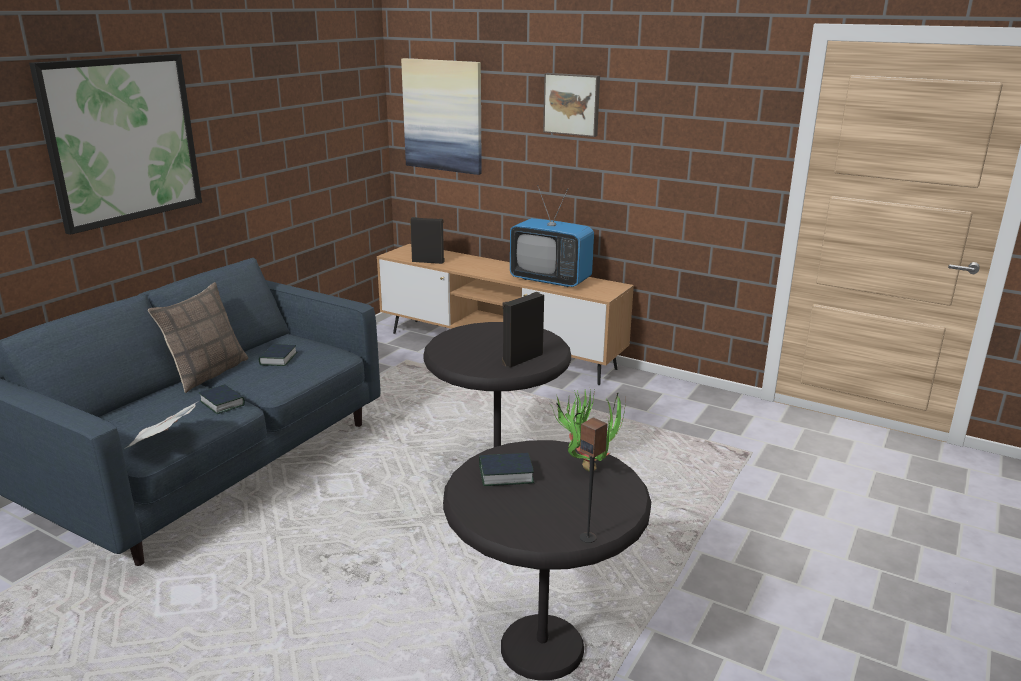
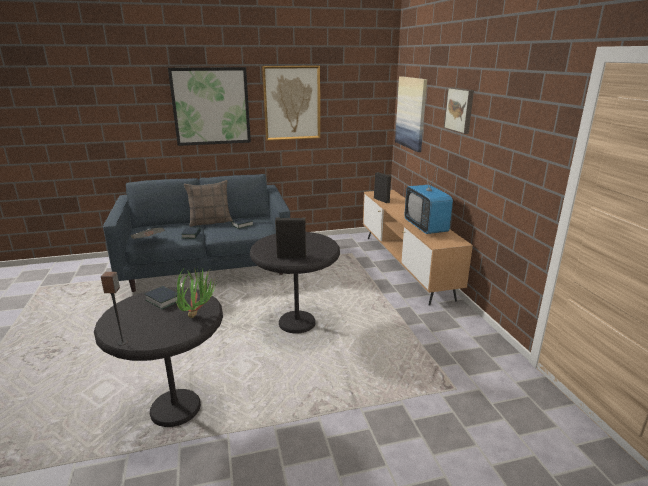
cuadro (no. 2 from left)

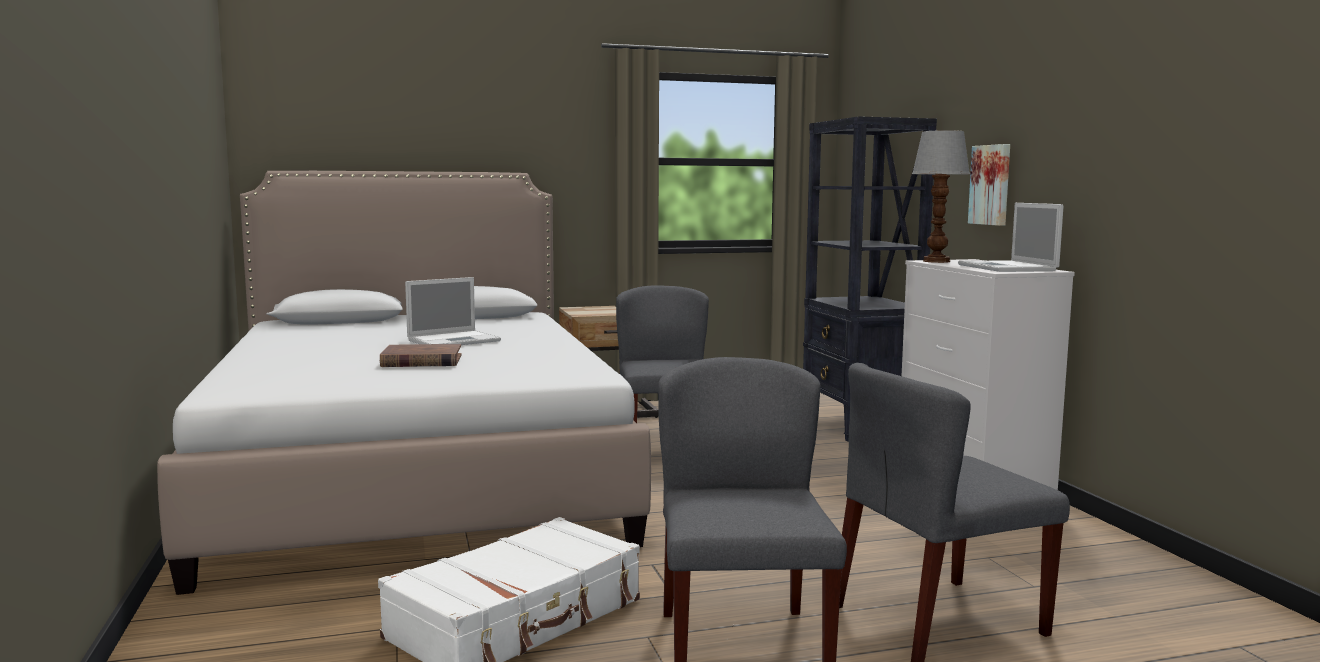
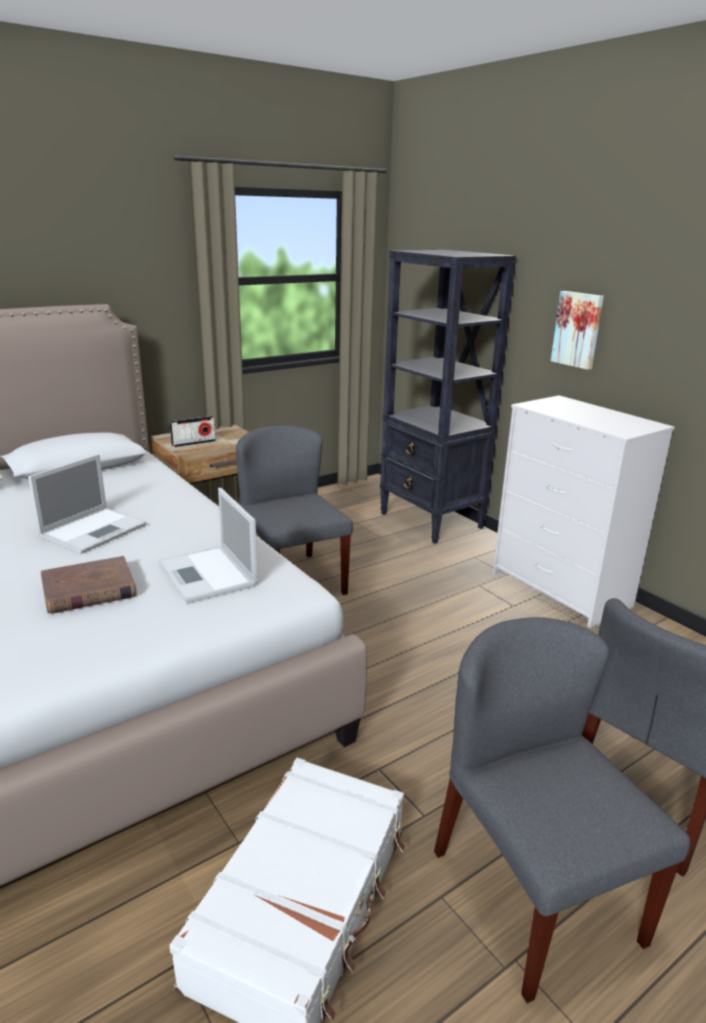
lámpara de mesa; portátil (no. 2 from left); radio

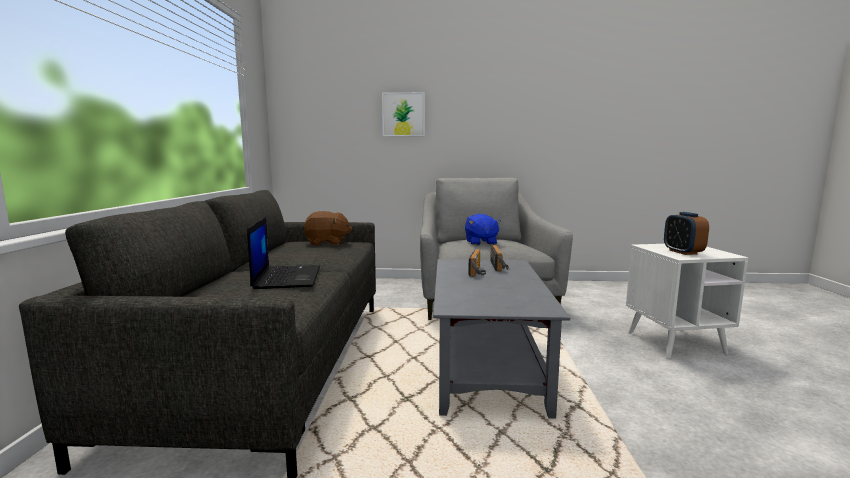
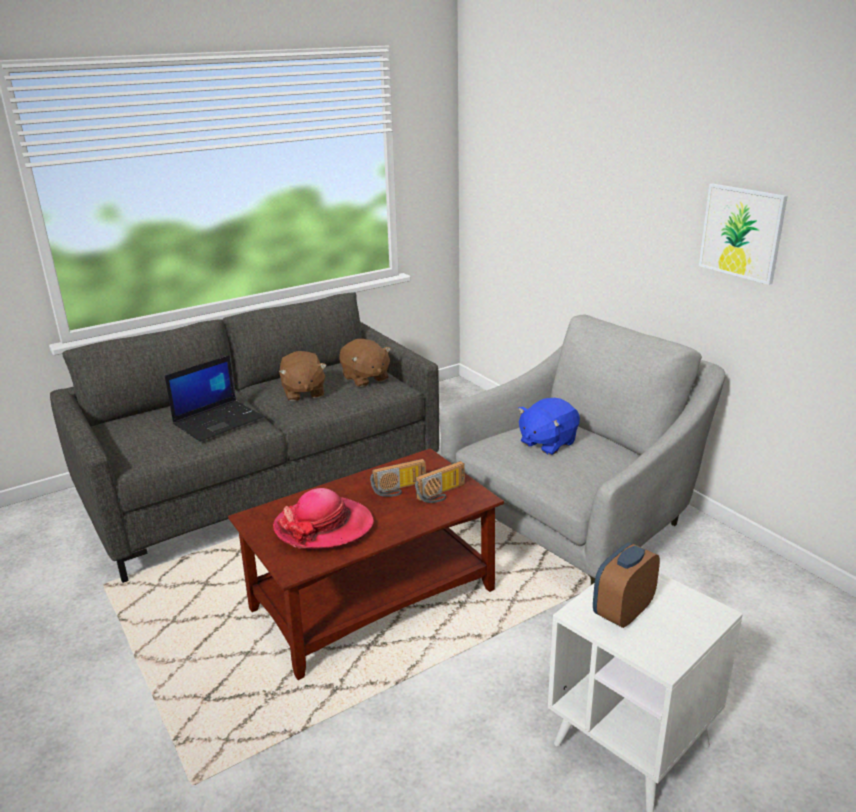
cuadro; mesa de centro/marrón; sombrero; peluche/marrón (no. 1 from left)

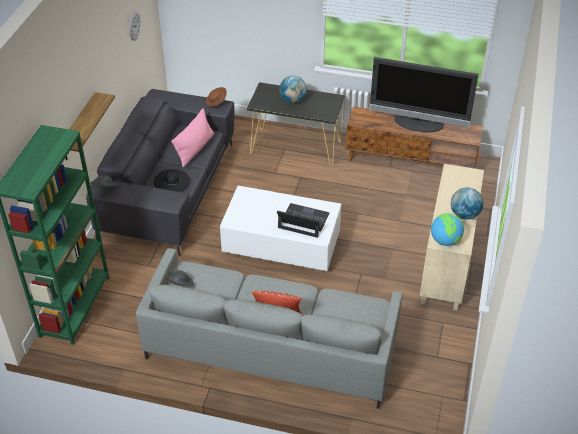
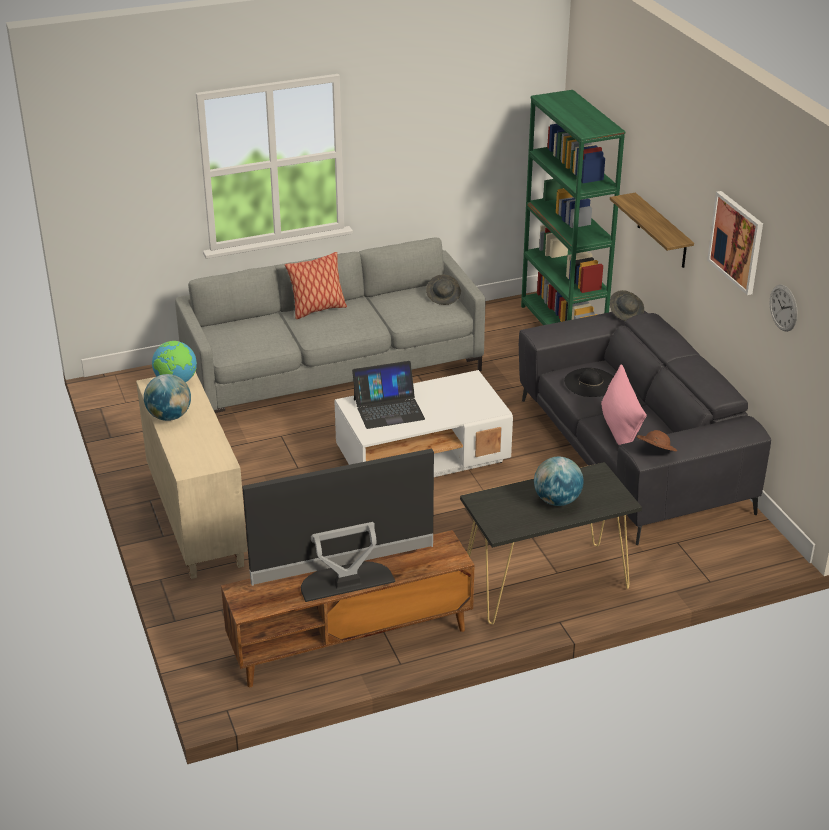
cuadro

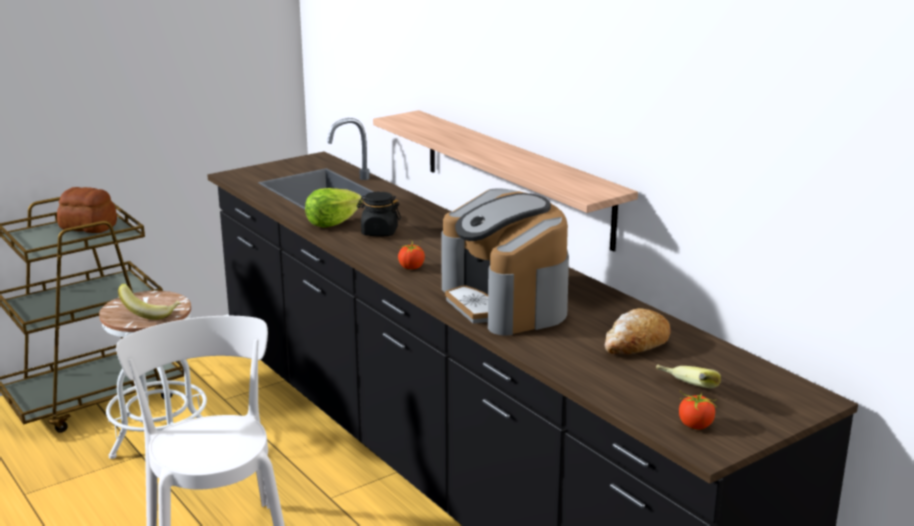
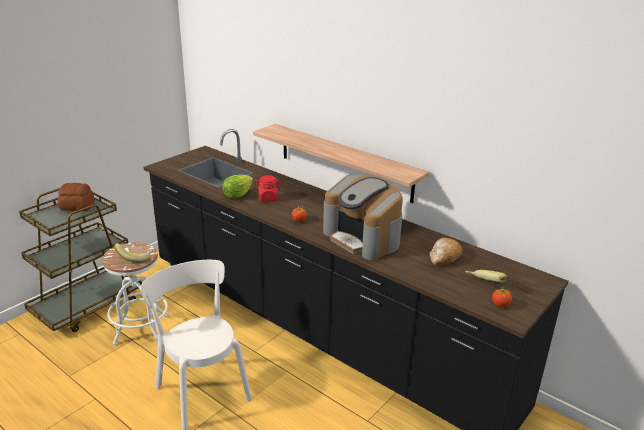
tarro/rojo

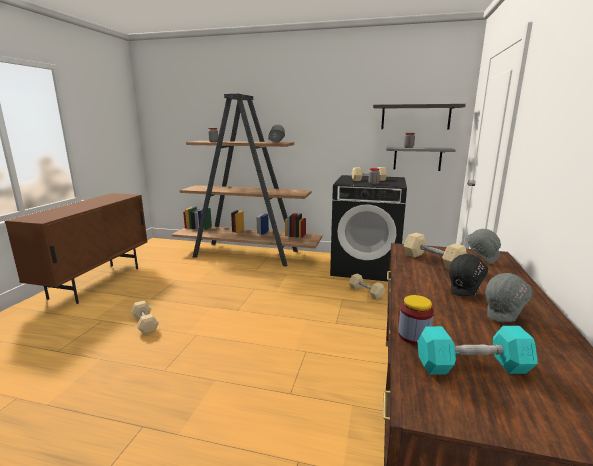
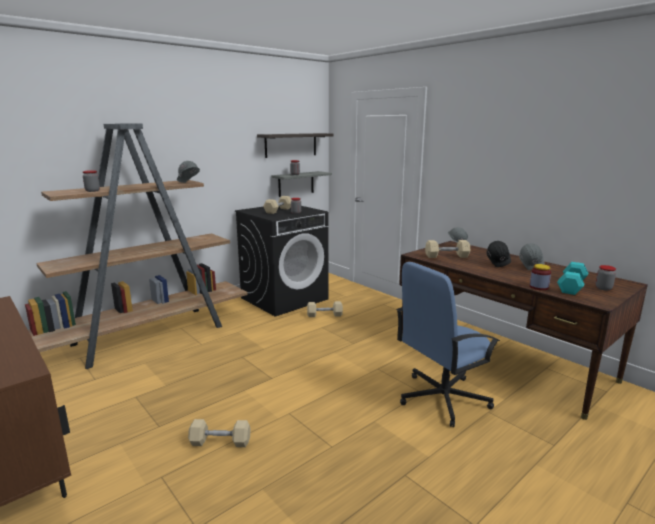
silla de oficina/azul; tarro (no. 5 from left)

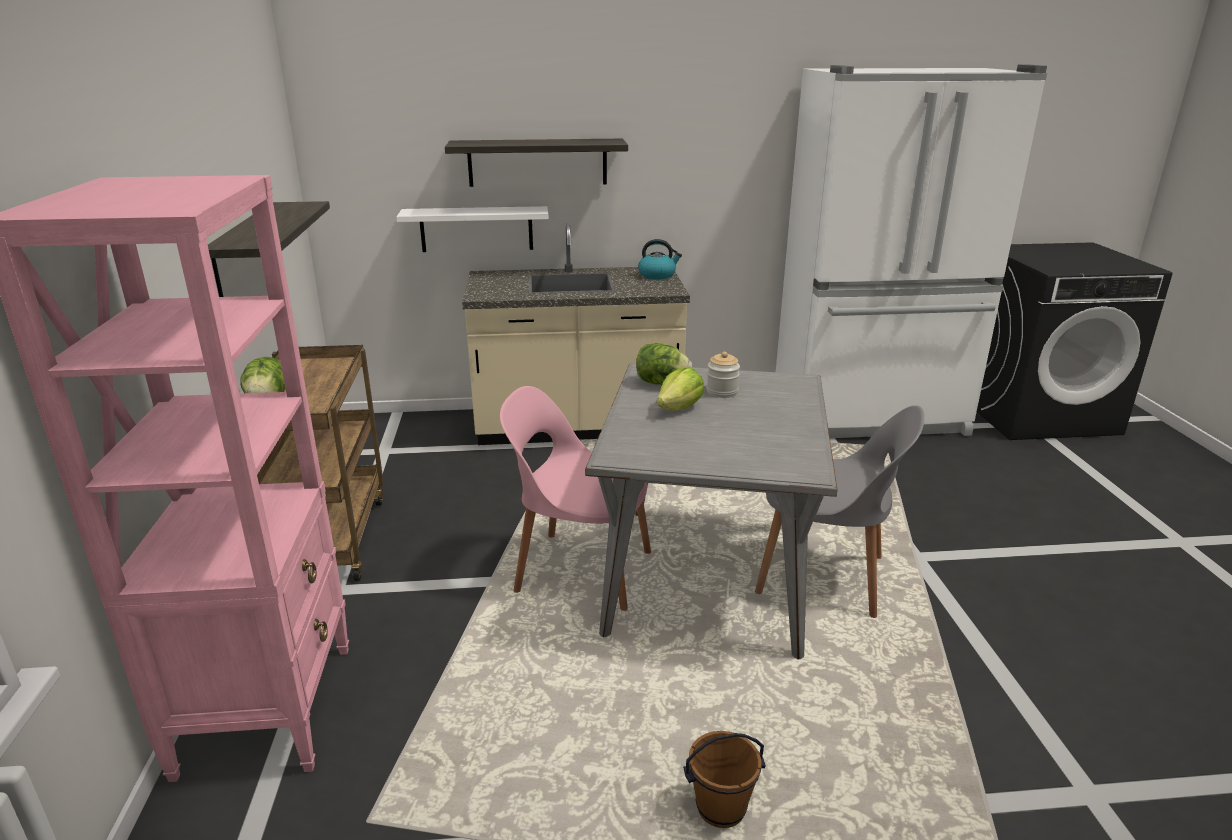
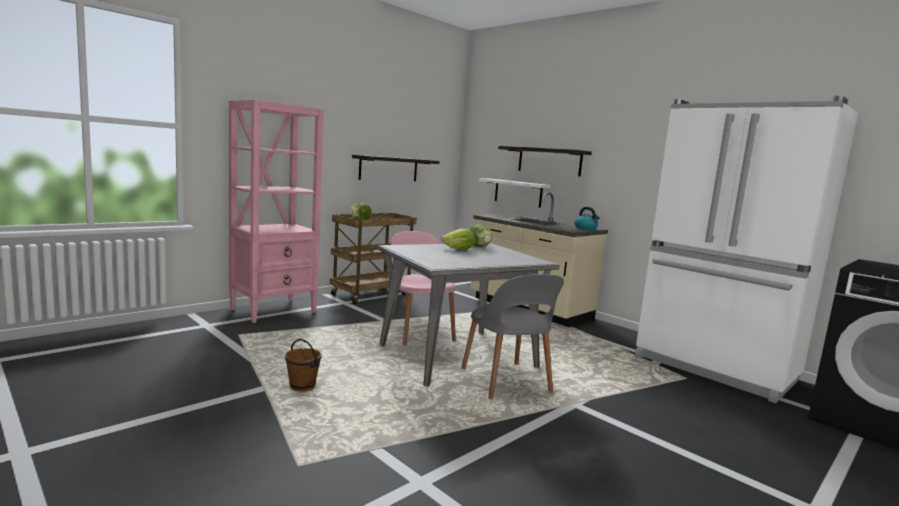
tarro

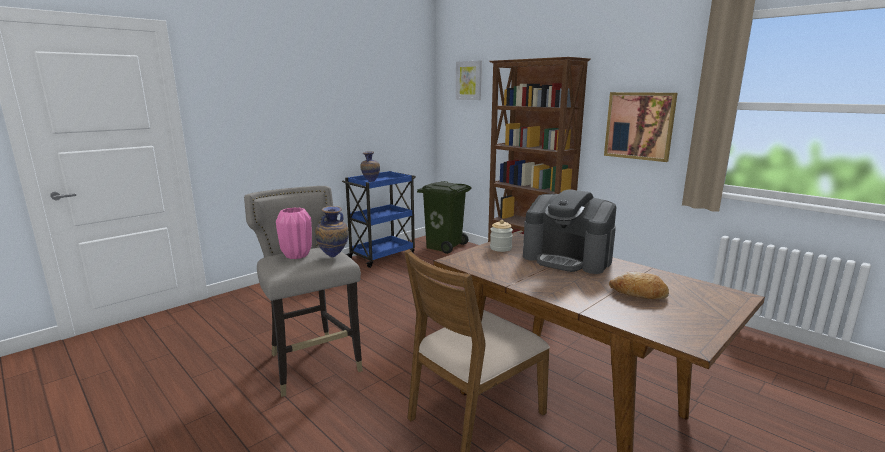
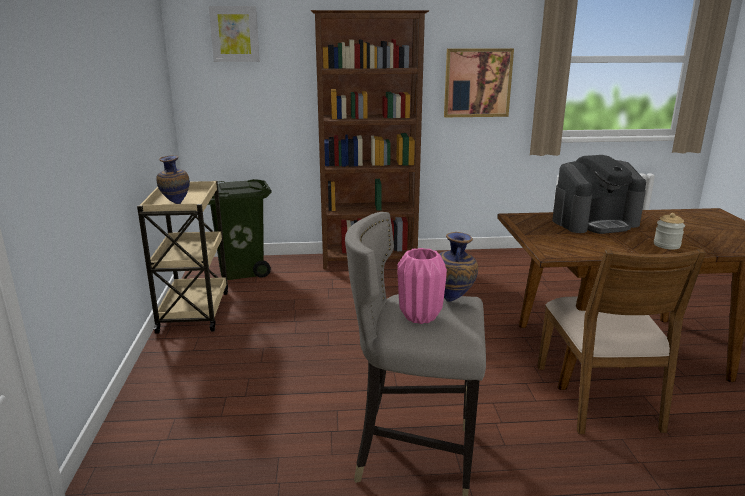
carrito/beis; tarro; pan

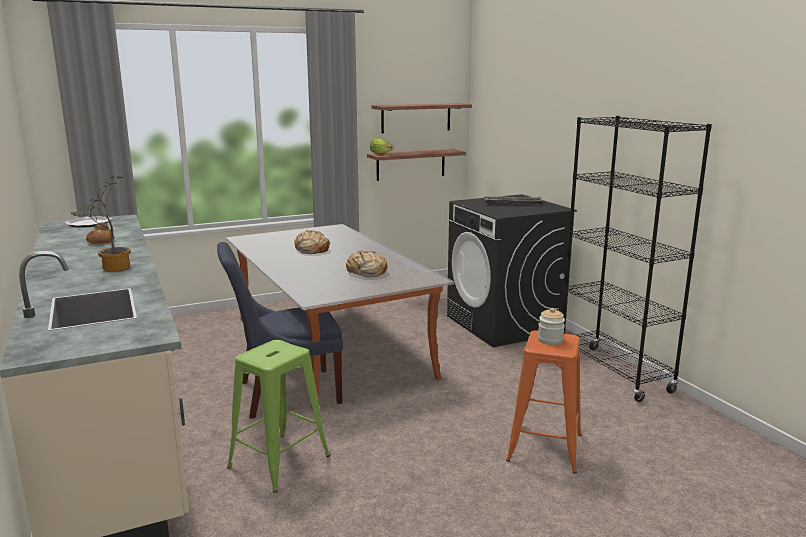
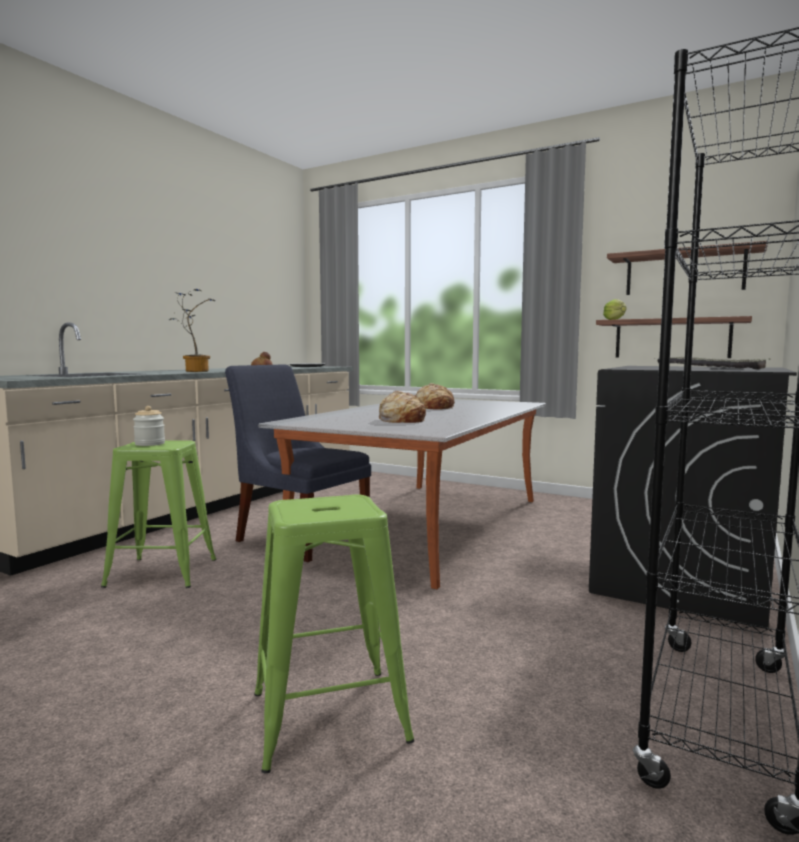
taburete/verde (no. 2 from left); tarro

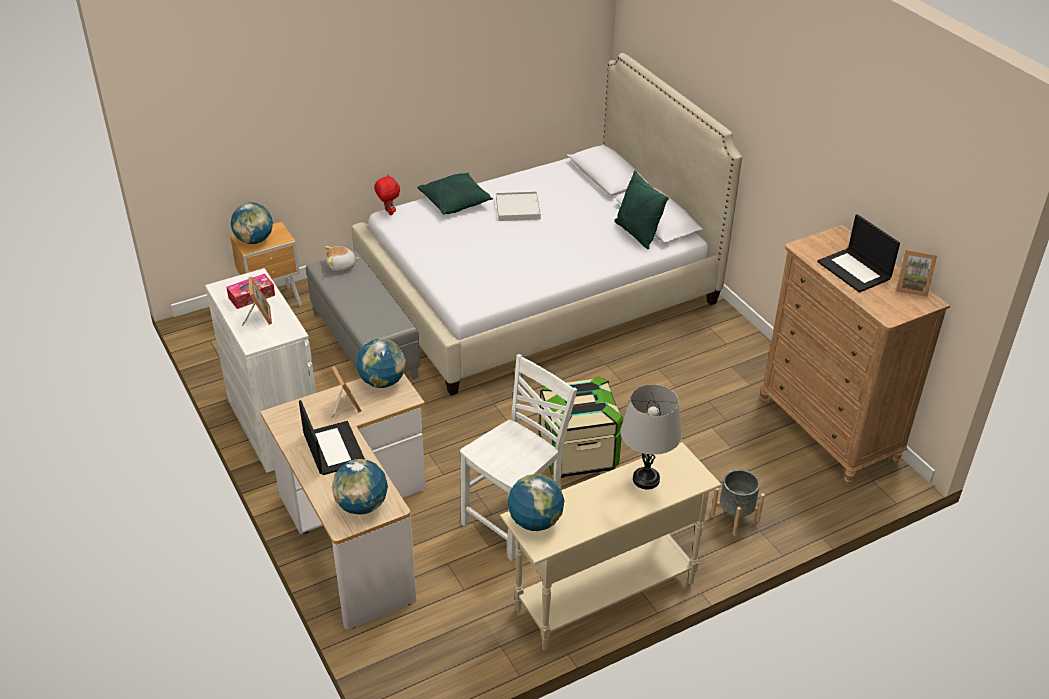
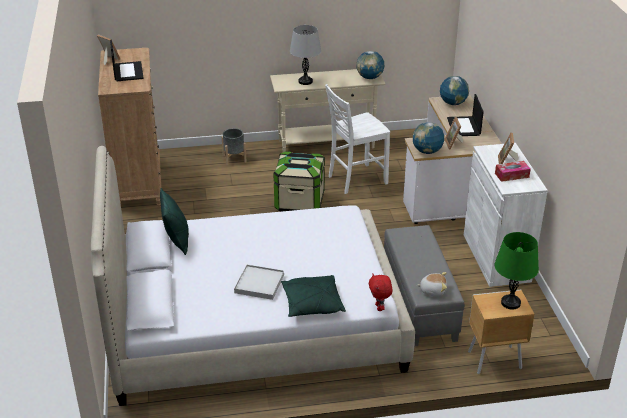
lámpara de mesa/verde

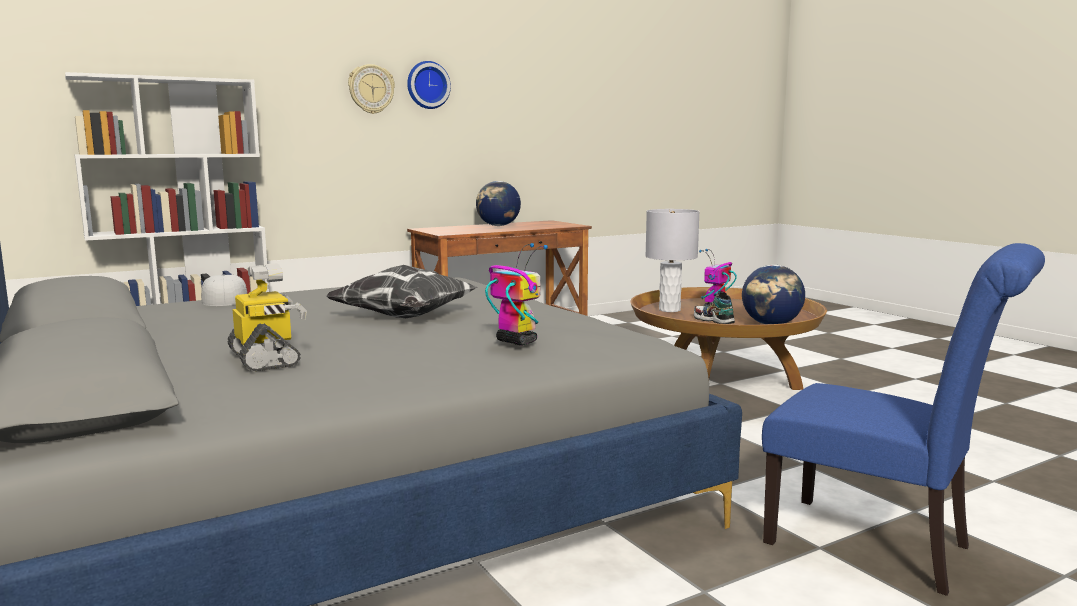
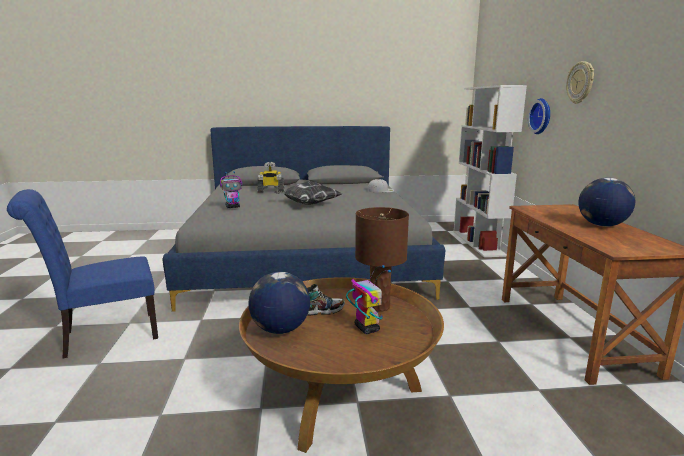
reloj de pared (no. 1 from left); lámpara de mesa/marrón

